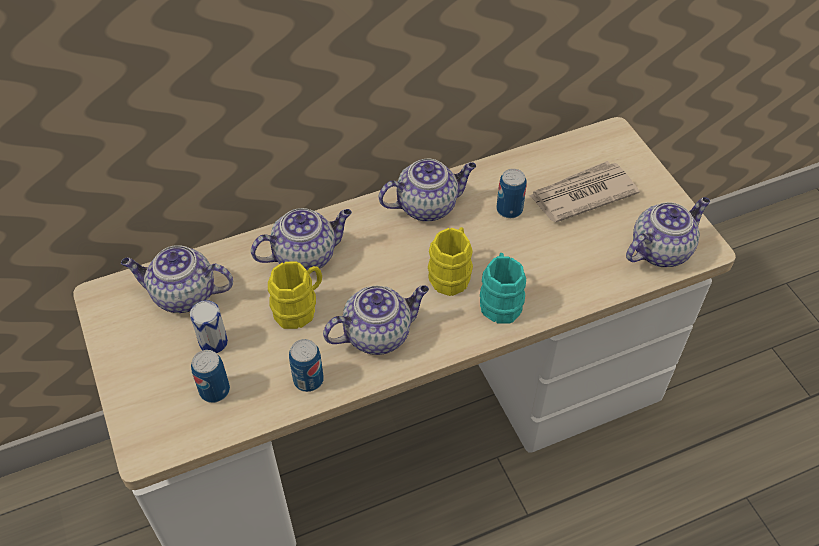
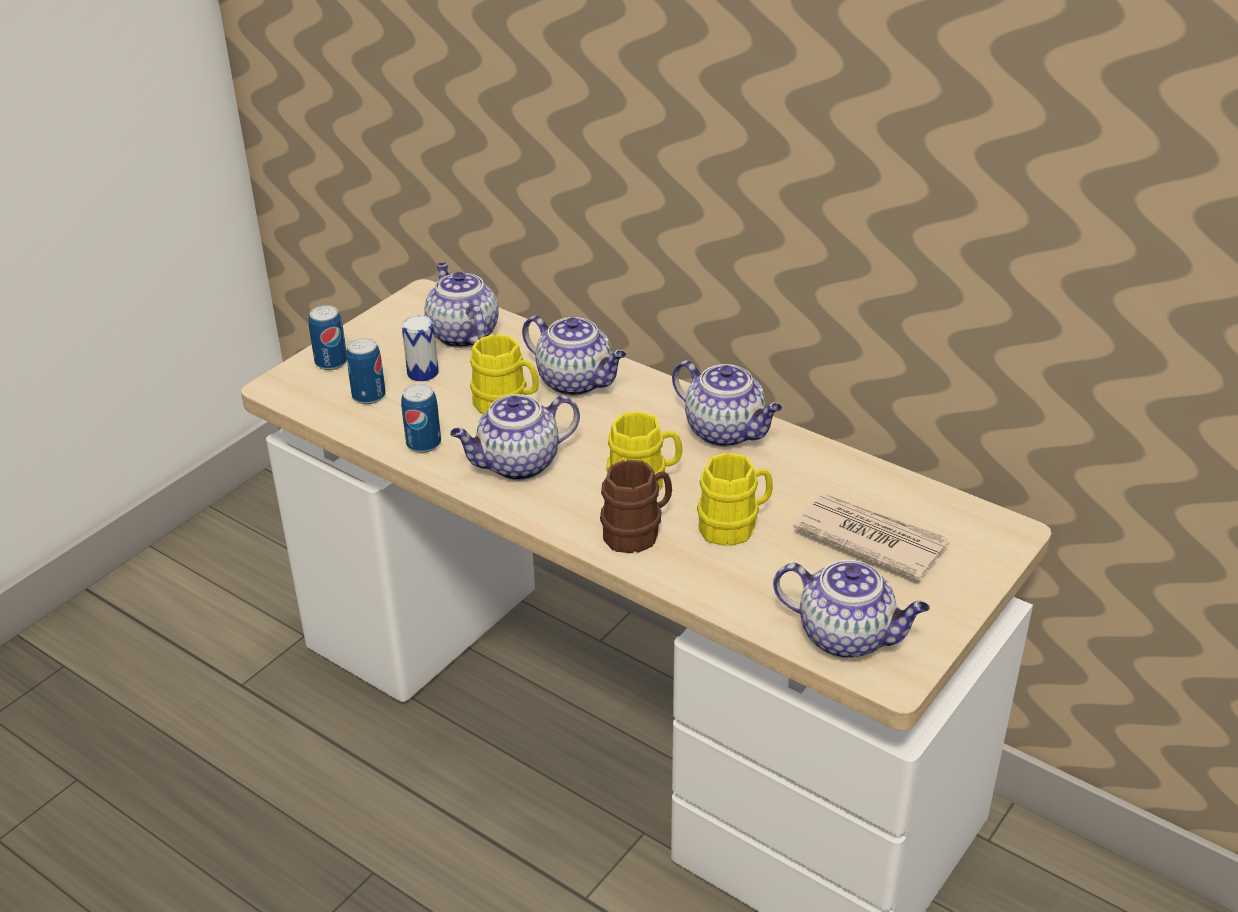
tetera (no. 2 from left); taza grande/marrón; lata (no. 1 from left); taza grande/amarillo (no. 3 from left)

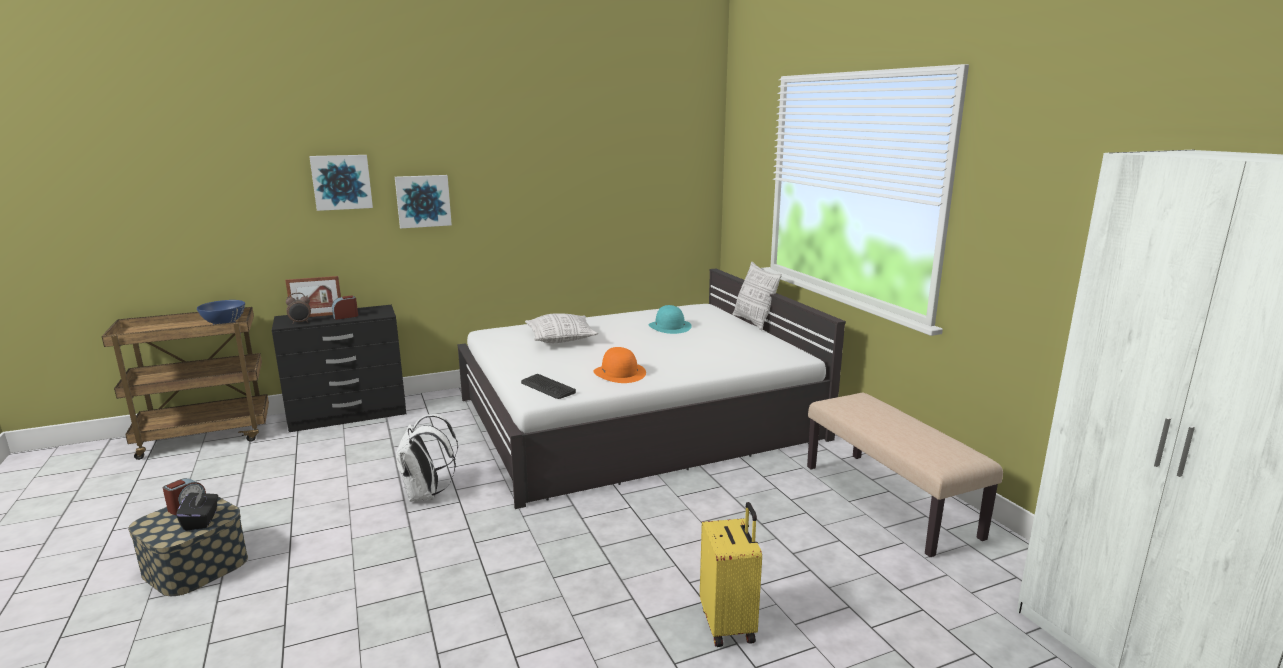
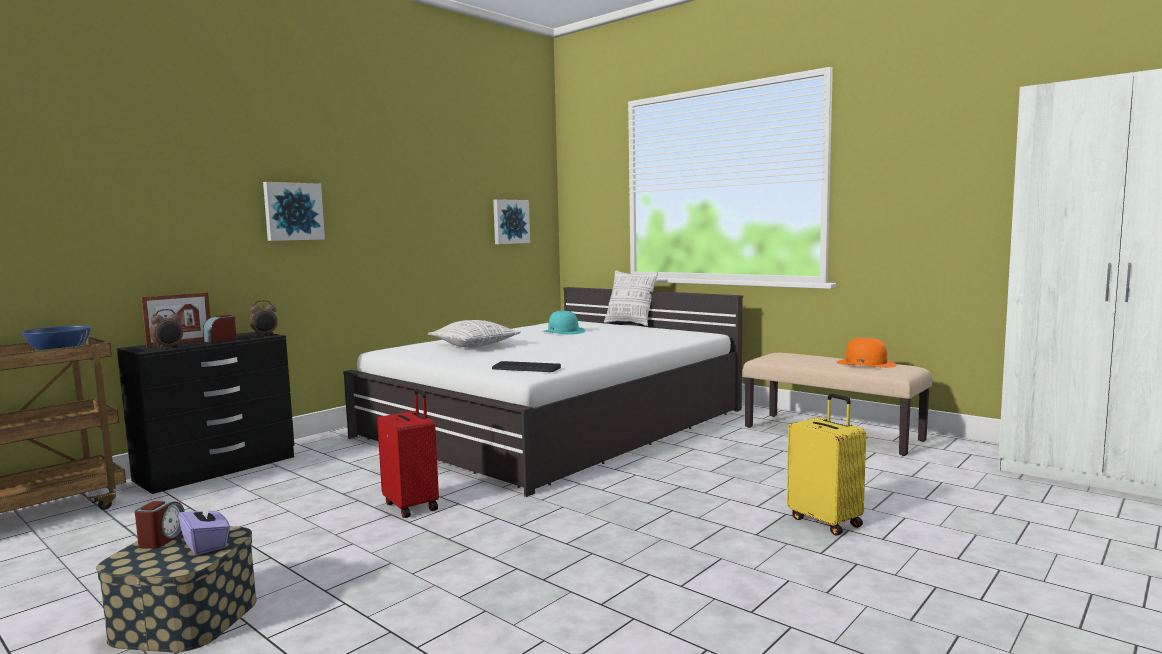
caja de pañuelos/morado; cuadro (no. 2 from left); maleta/rojo; sombrero/naranja; despertador (no. 4 from left)

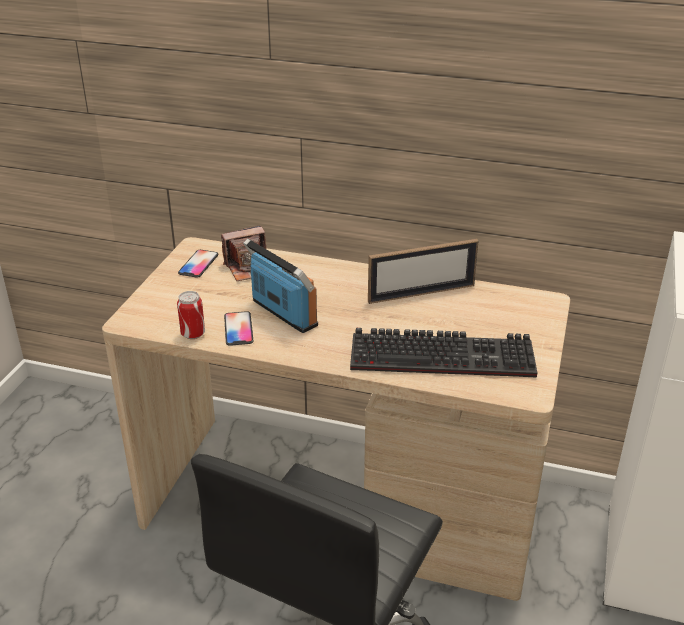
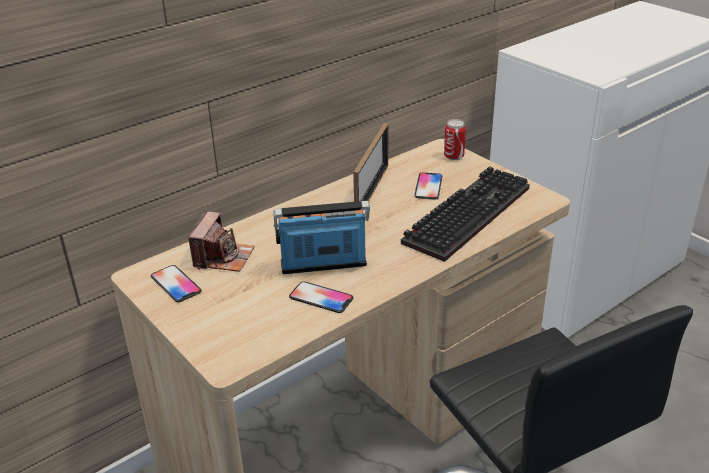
lata; móvil (no. 3 from left)

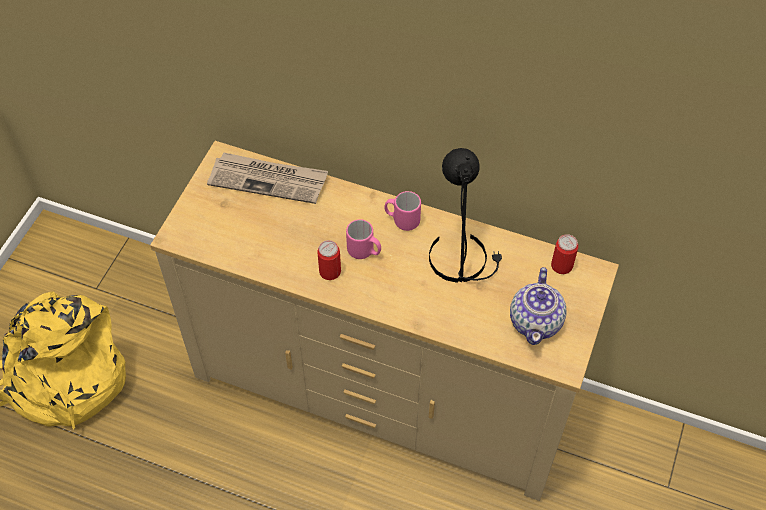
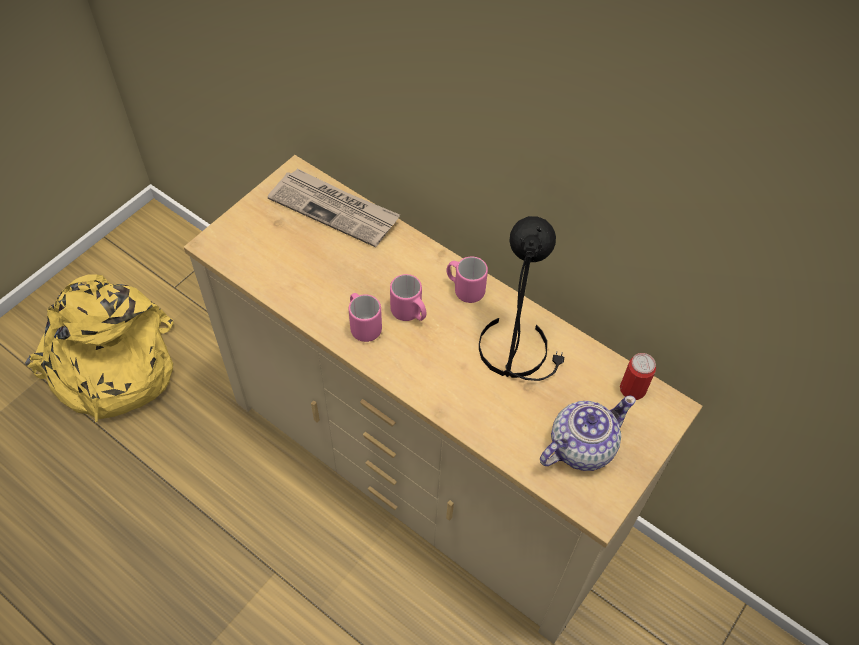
taza grande/rosa (no. 1 from left); tetera

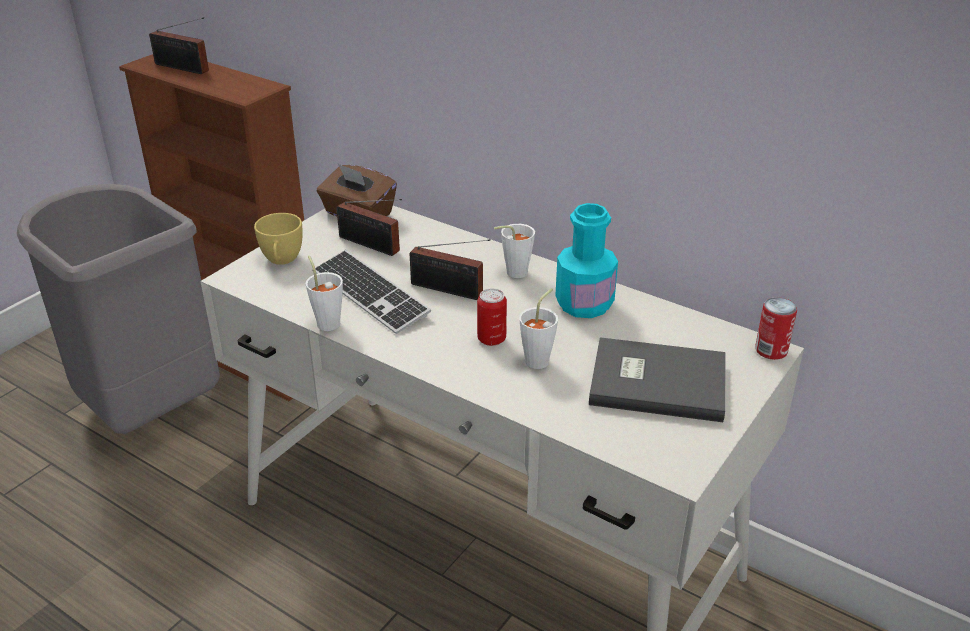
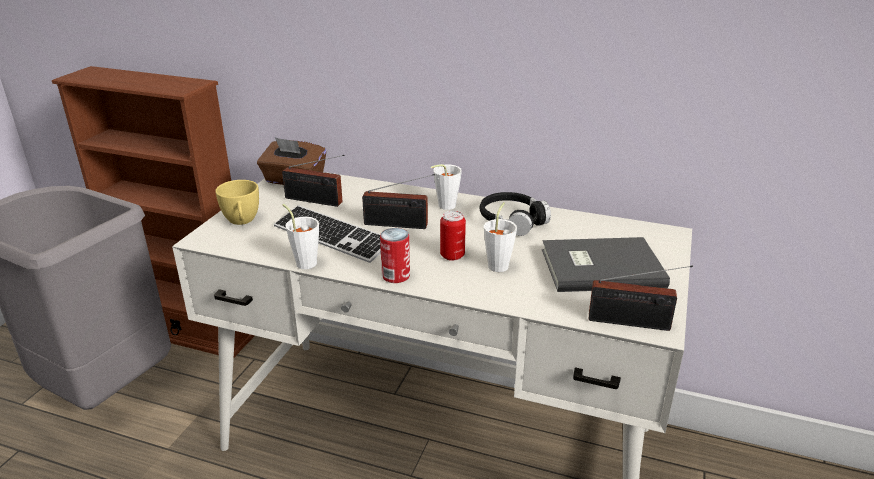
radio (no. 3 from left); auriculares/negro; lata (no. 1 from left)

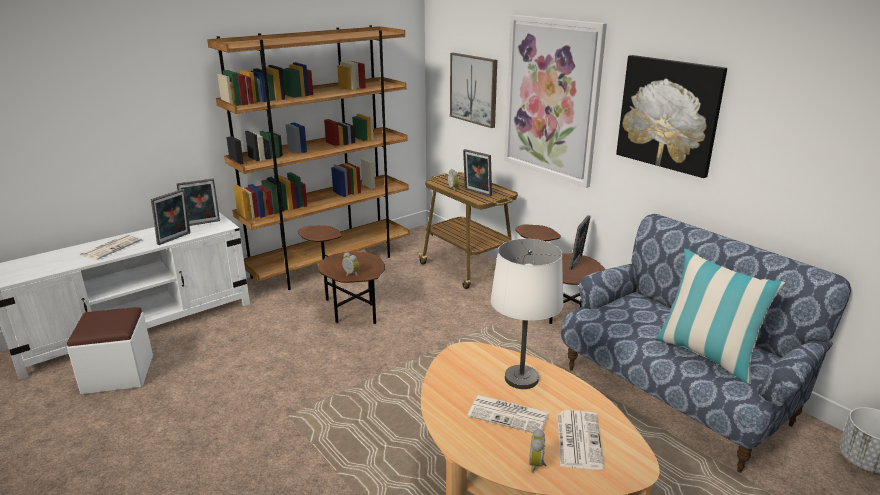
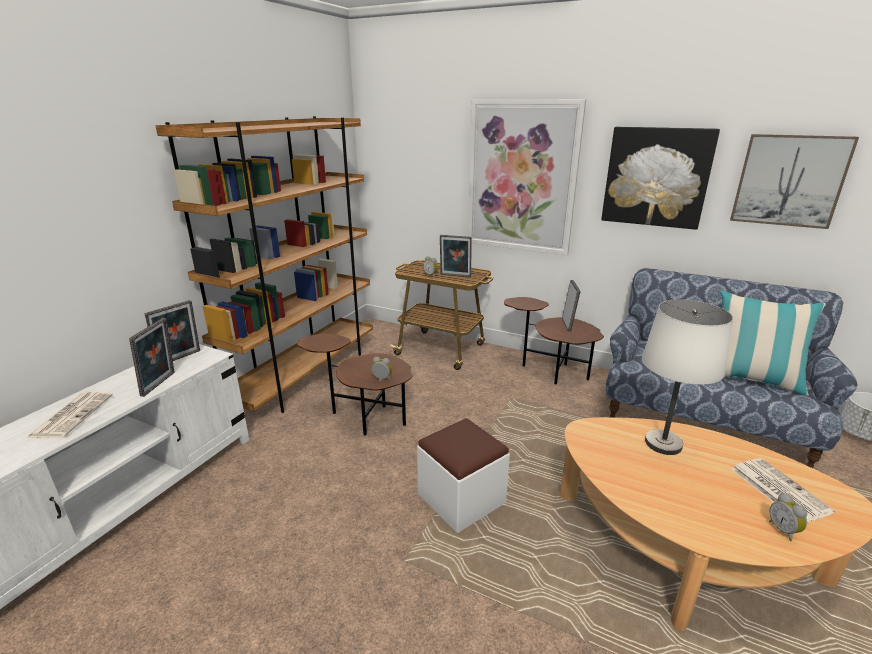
puf/blanco; cuadro (no. 3 from left); periódico (no. 2 from left in the first image)

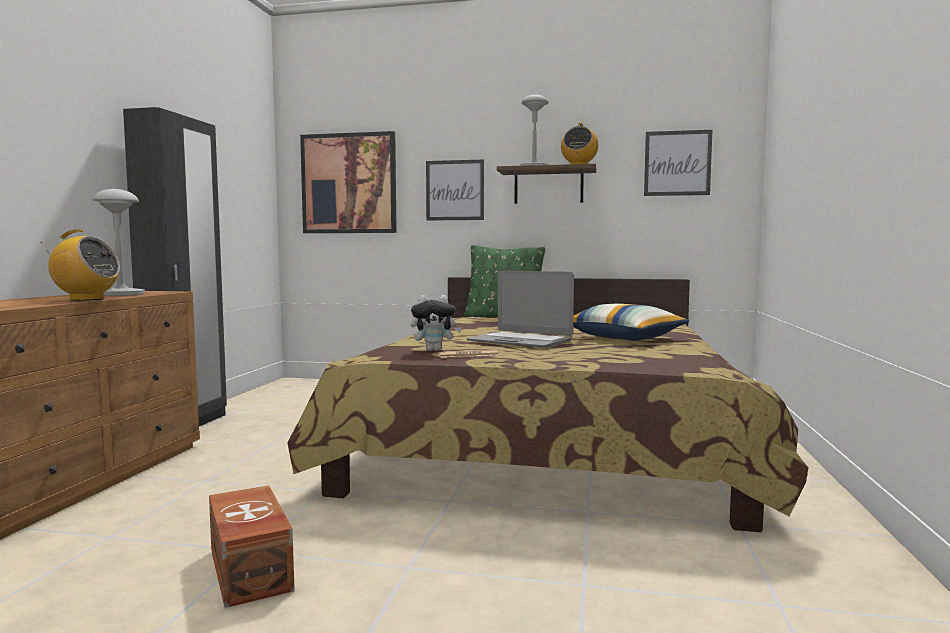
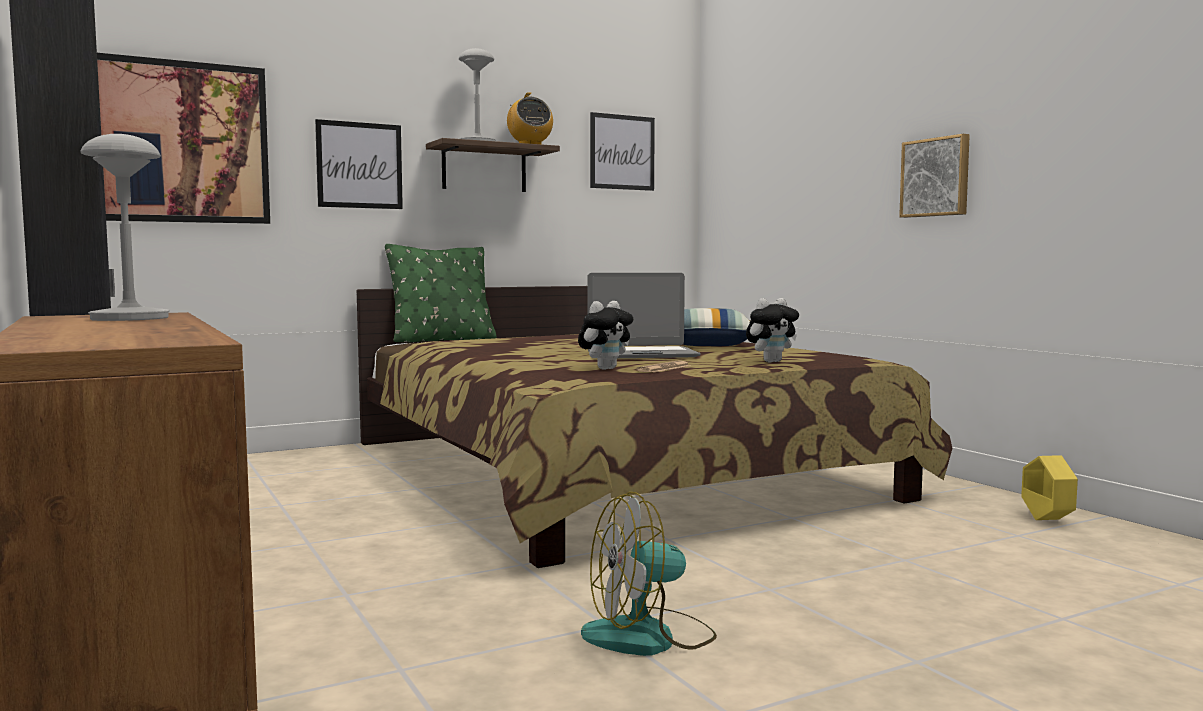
radio (no. 1 from left in the first image); ventilador; peluche (no. 2 from left); cuadro (no. 4 from left); maceta/amarillo

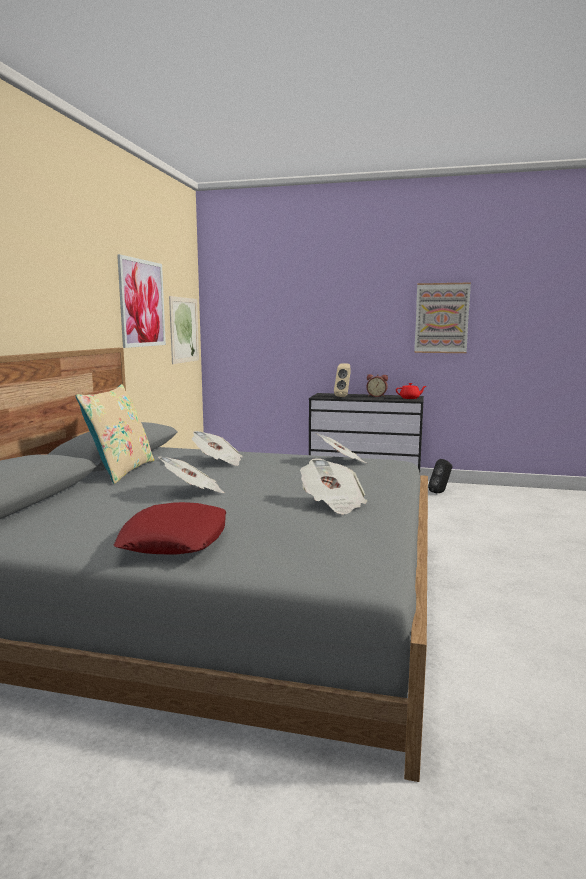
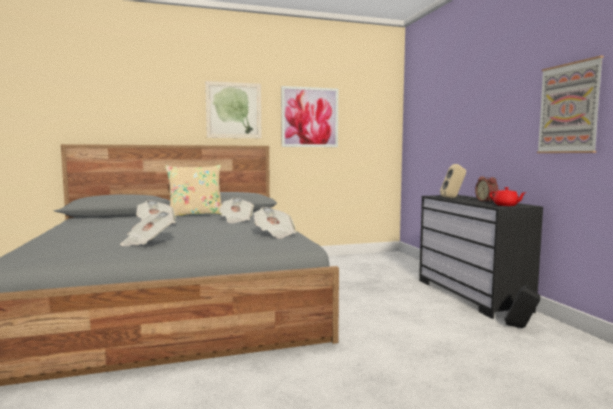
cojín/rojo; cuadro (no. 1 from left)

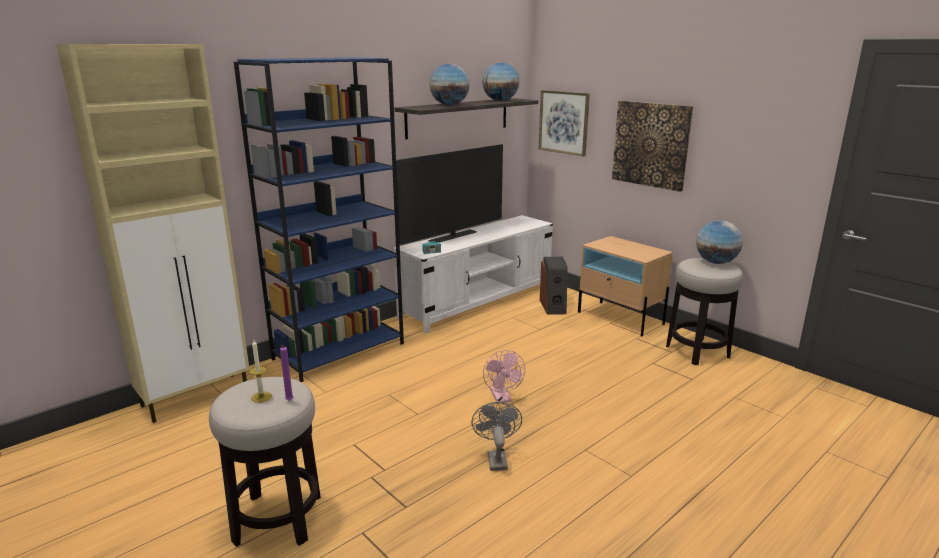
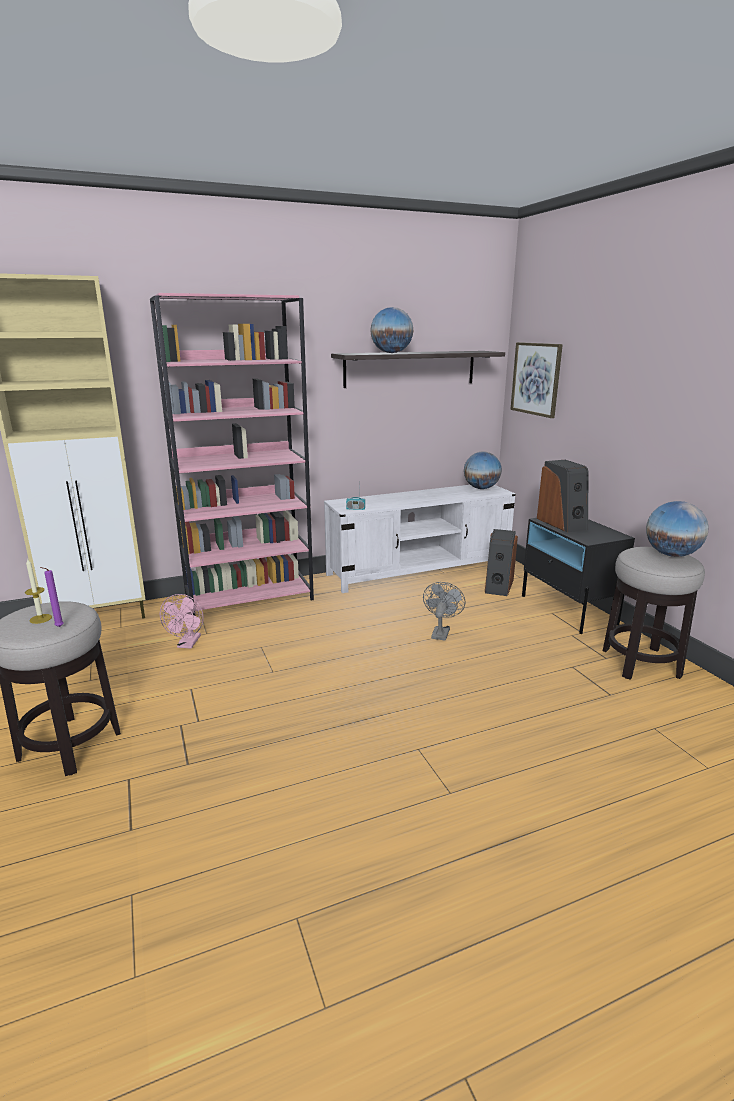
estantería/rosa; televisor; ventilador/gris; globo terráqueo (no. 2 from left); ventilador/rosa; mesita de noche/negro; cuadro (no. 2 from left in the first image); altavoz (no. 2 from left)

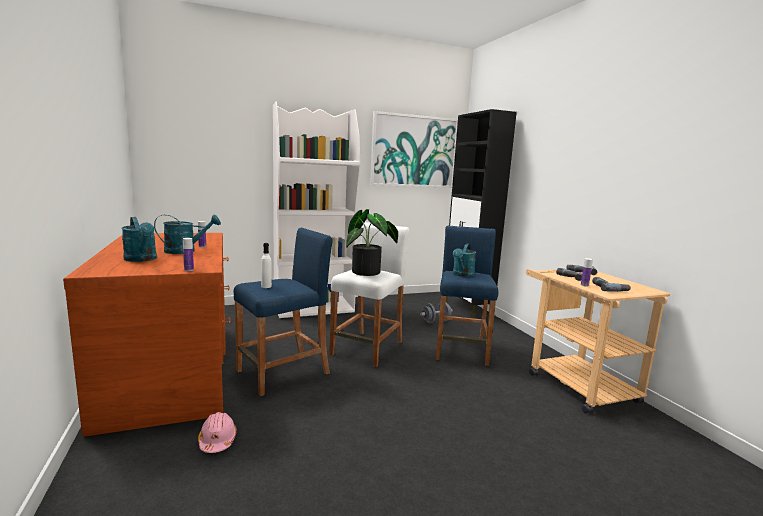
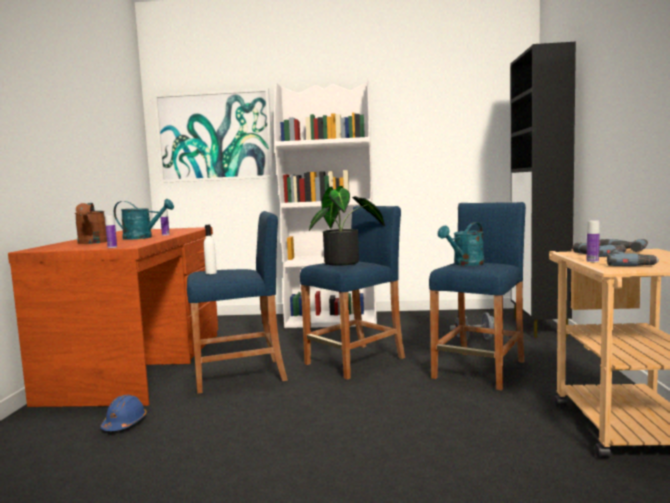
regadera/marrón; casco/azul; taburete/azul (no. 2 from left); cuadro

